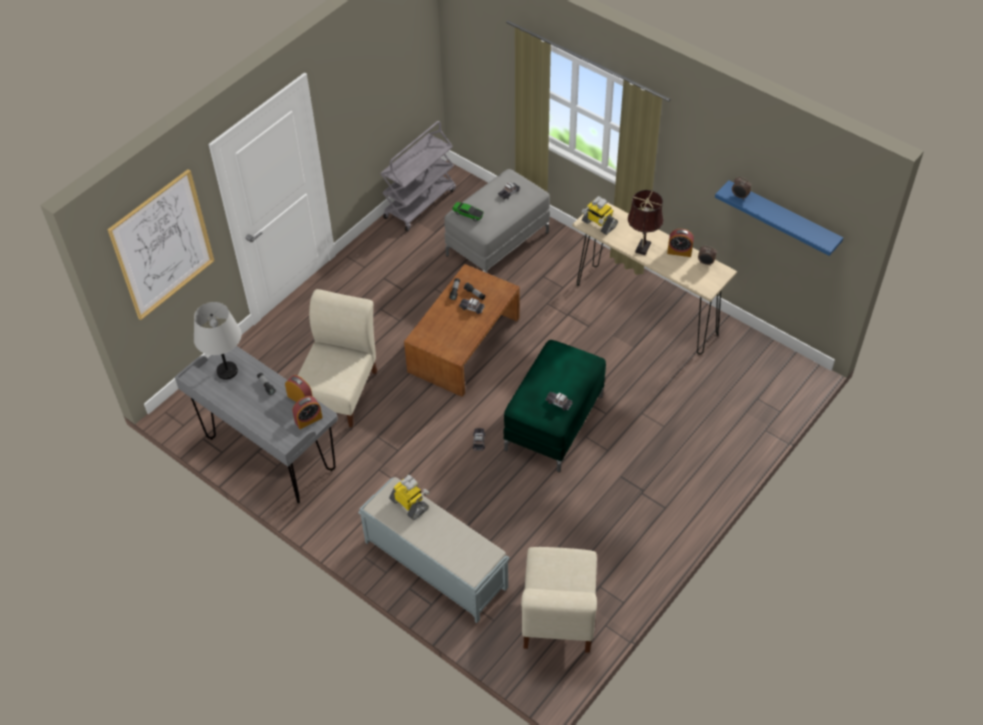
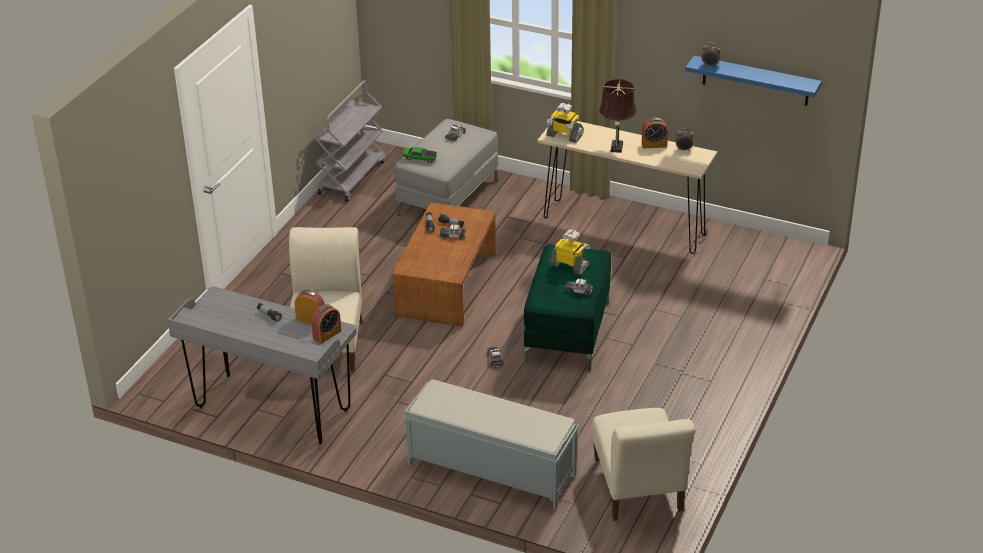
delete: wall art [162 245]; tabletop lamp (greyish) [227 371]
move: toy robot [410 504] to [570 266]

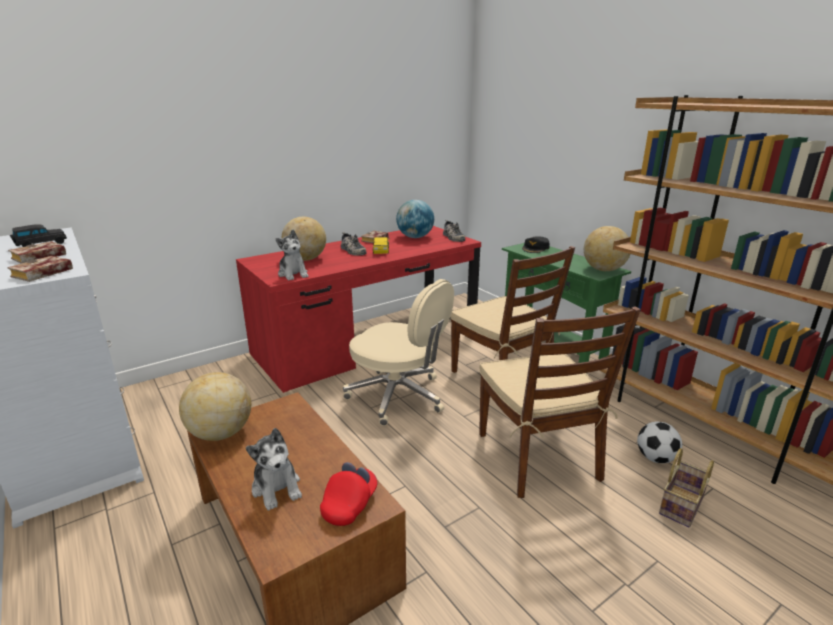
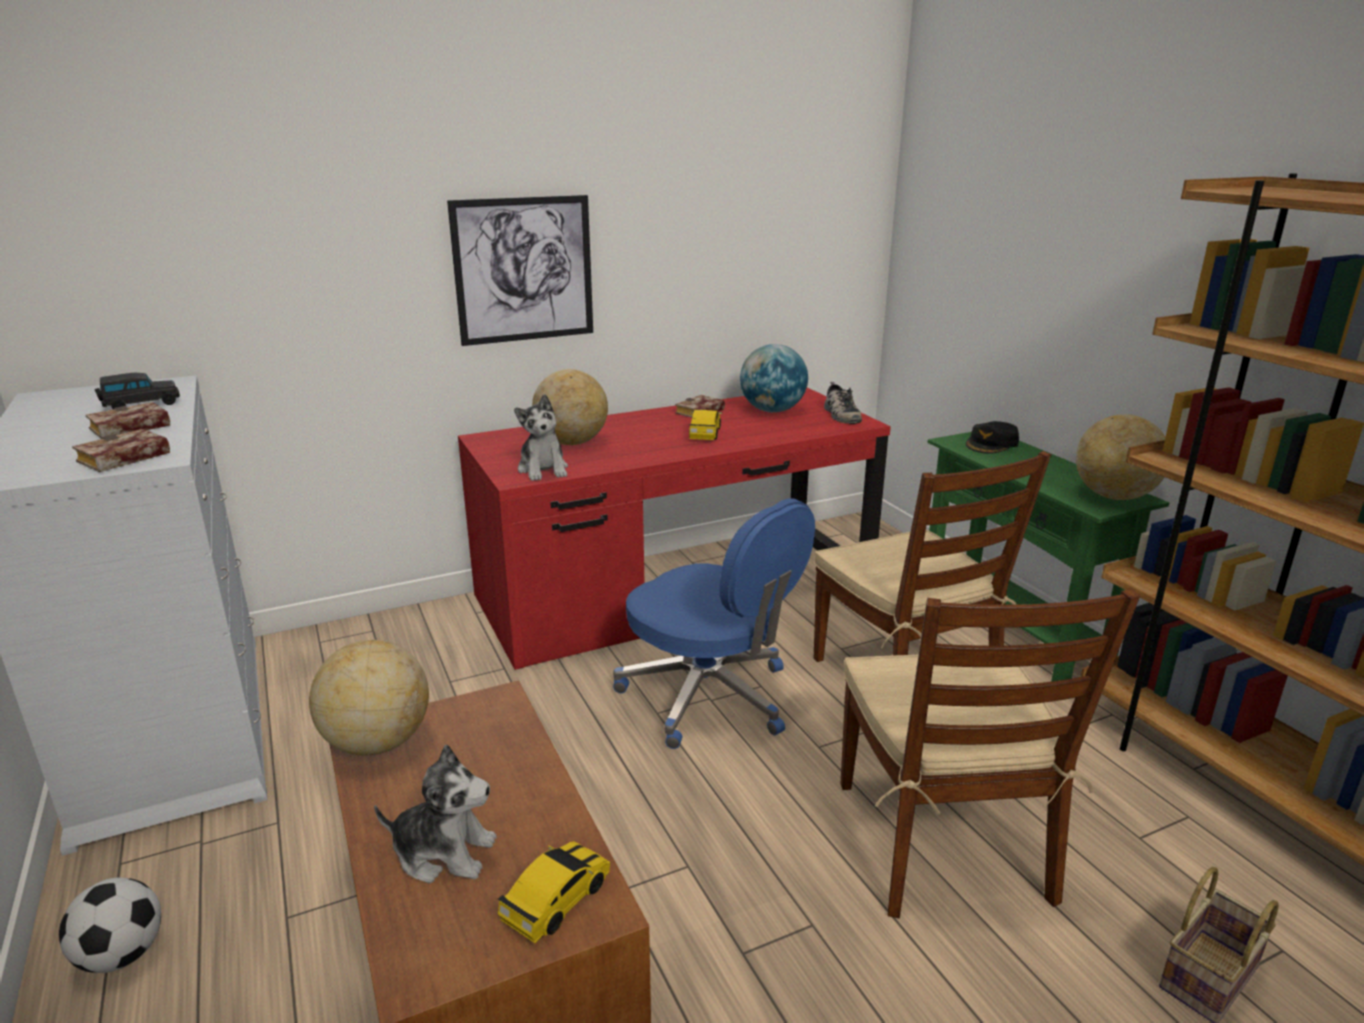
delete: item of footwear [352 251]
insert: wall art [524 270]
move: football ball [655 458] to [121 956]
replace: baseball cap (red) [350 504] to miniature car [557 900]
recolor: office chair (beige) [399 396] to office chair (blue-coloured) [710 697]
rotate: cuddly toy [277 487] = [444 852] 60 degrees counterclockwise

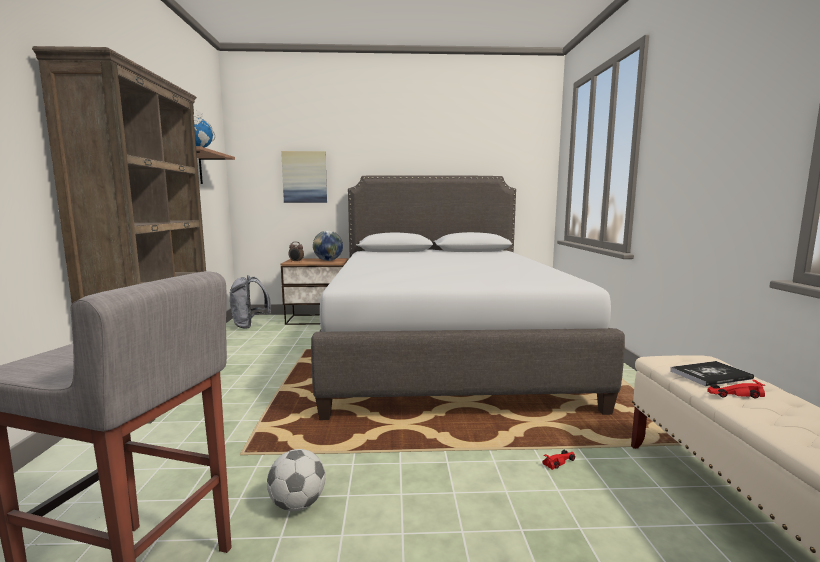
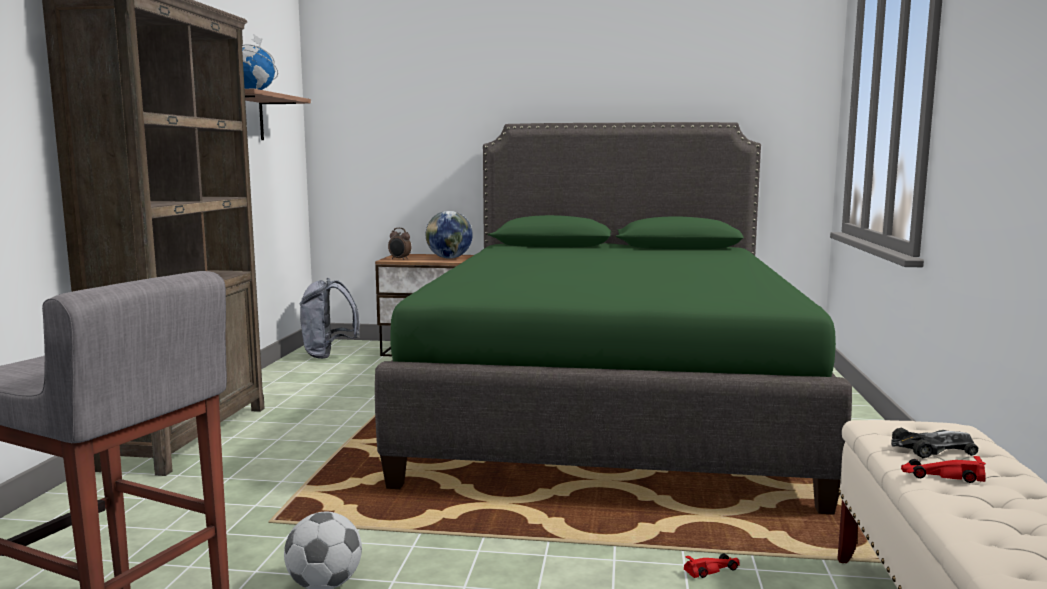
delete: wall art [304 177]
replace: book [710 375] to miniature car [934 449]
recolor: bed (greyish) [442 349] to bed (greenish) [608 404]

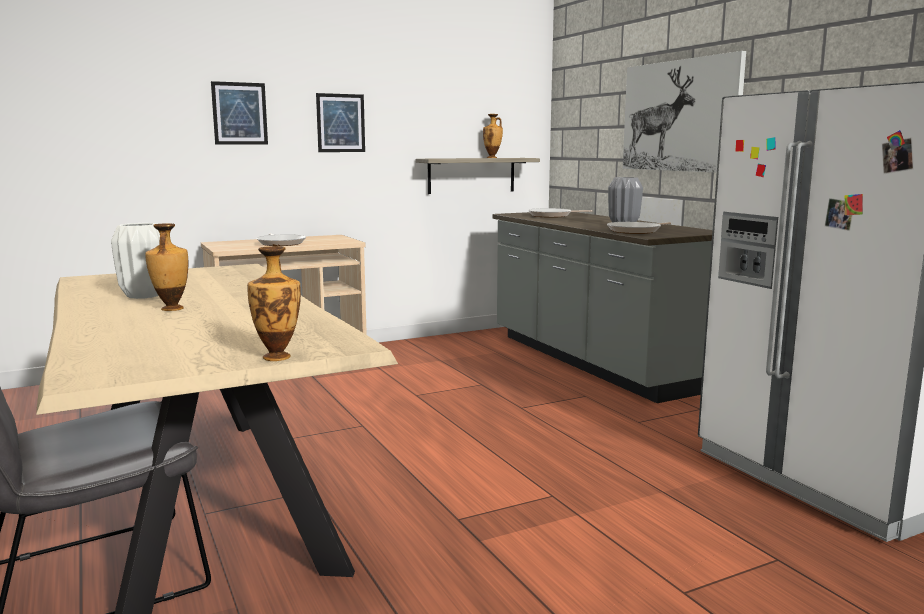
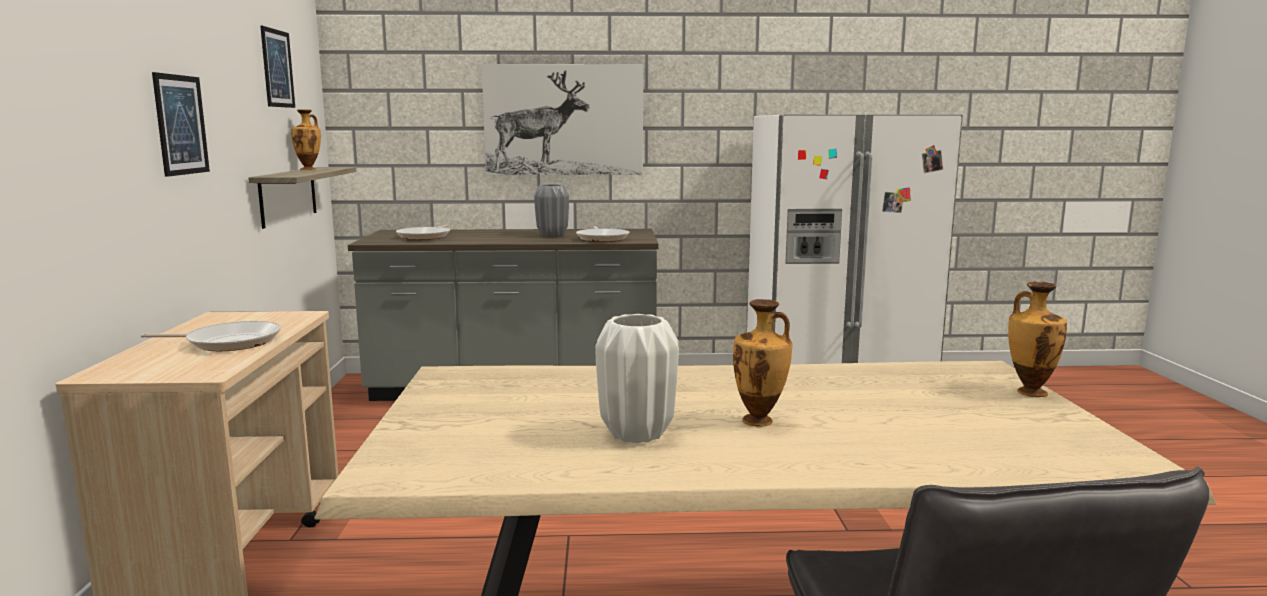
move: wall art [239 113] to [277 68]

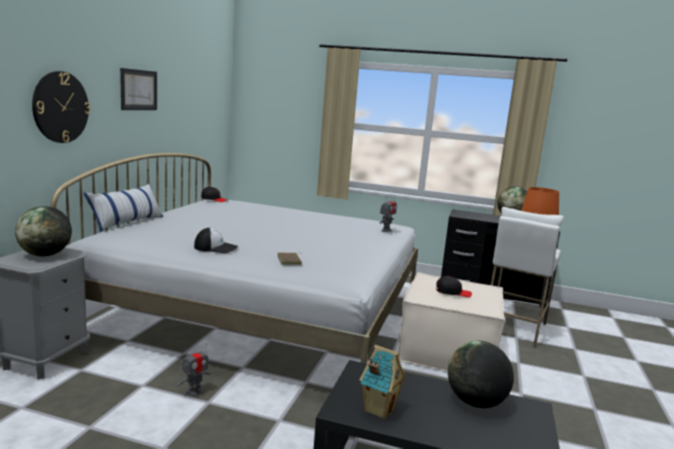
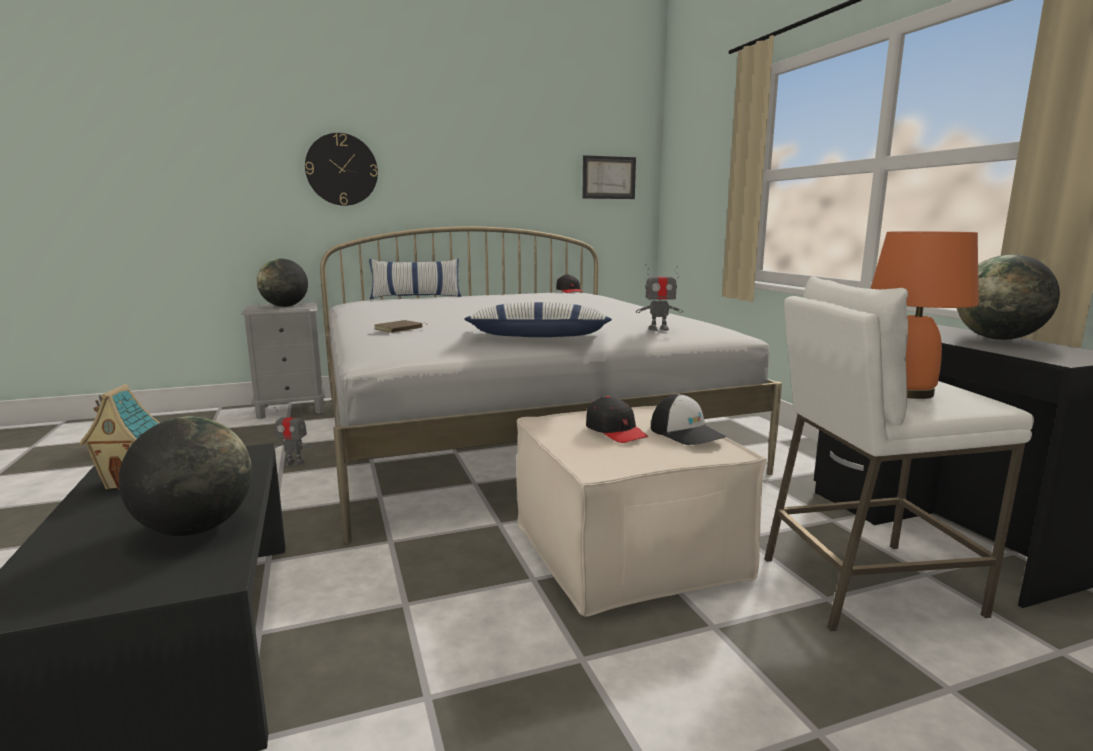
insert: throw pillow [538 337]
move: wall art [138 90] to [608 177]; baseball cap [216 248] to [687 433]

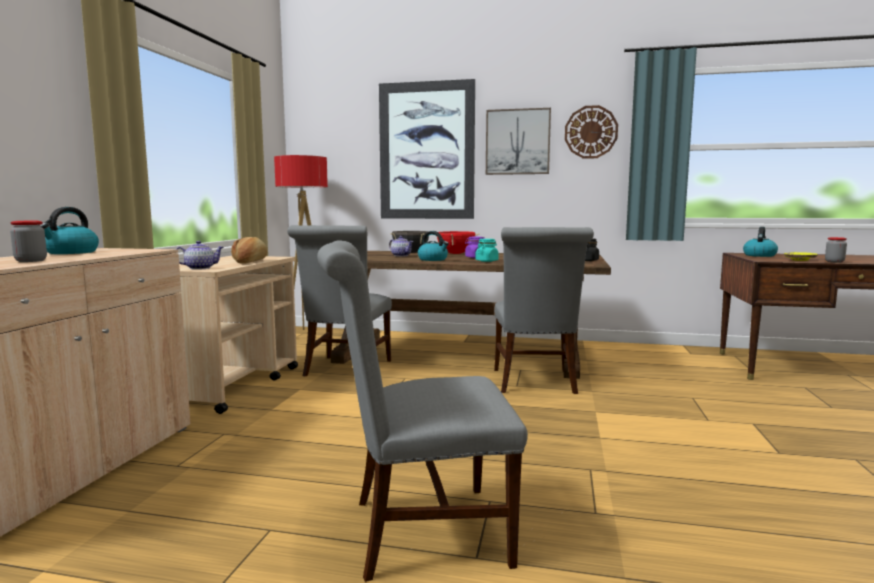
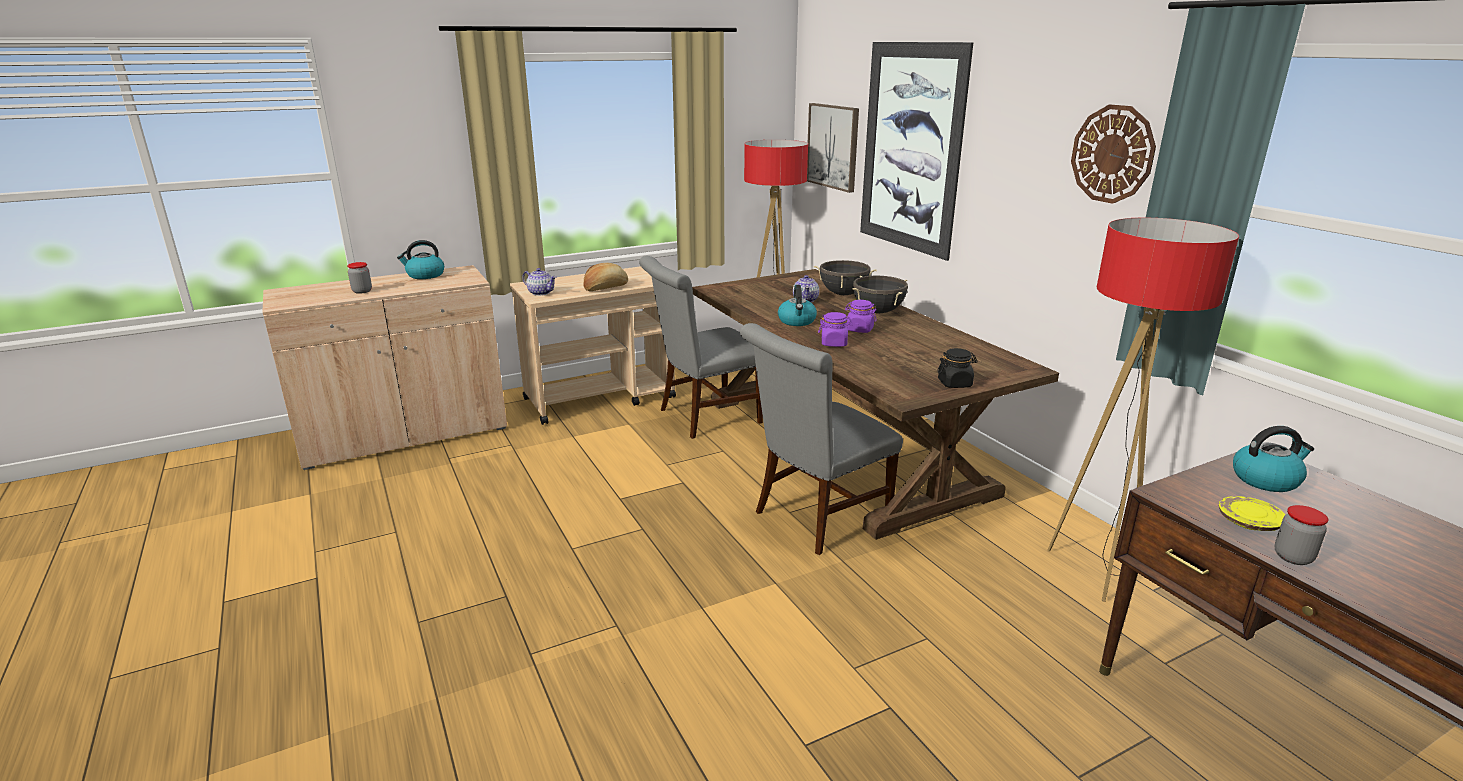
delete: plain chair (greyish) [418 532]
insert: standard lamp [1096 571]
move: wall art [517 142] to [833 146]
recolor: saucepot (red) [455 254] to saucepot (blackish) [878 312]; preserve jar (turquoise-coloured) [486 261] to preserve jar (purplish) [834 343]

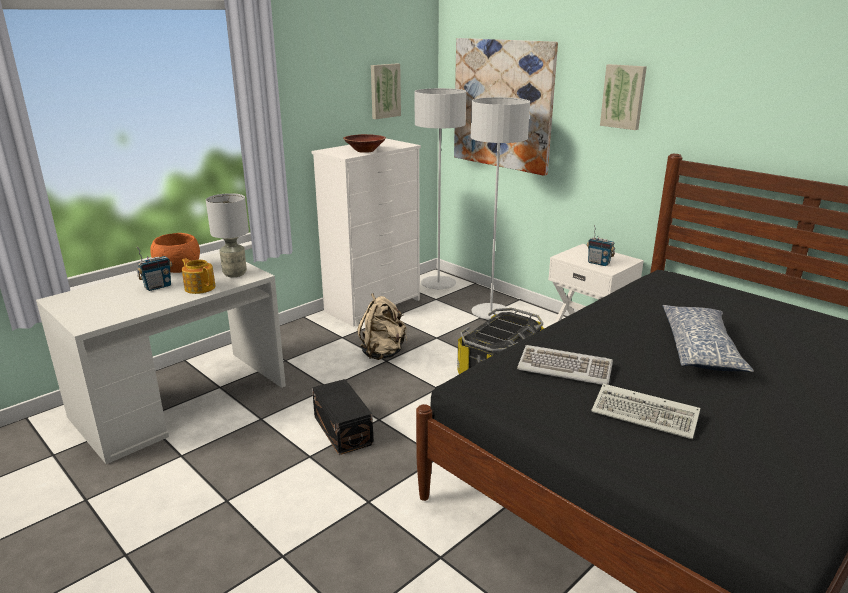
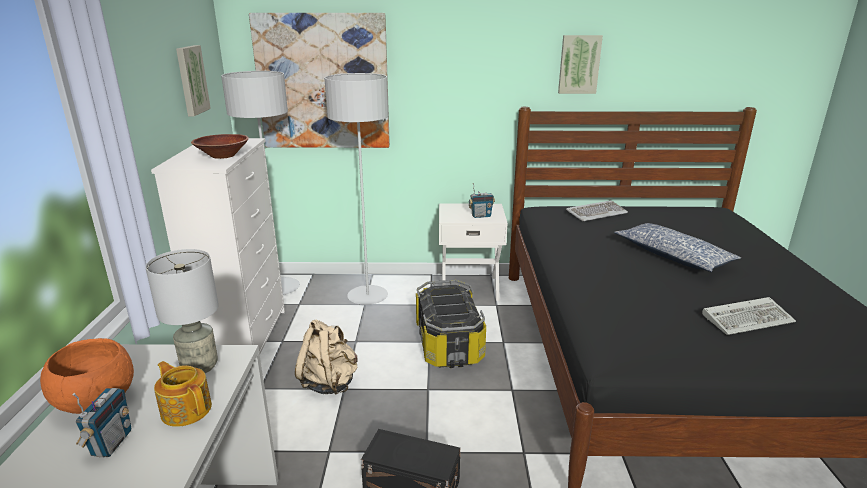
move: PC keyboard [565 368] to [596 213]; wall art [623 96] to [579 64]
rotate: teapot [200 287] = [186 409] 45 degrees clockwise

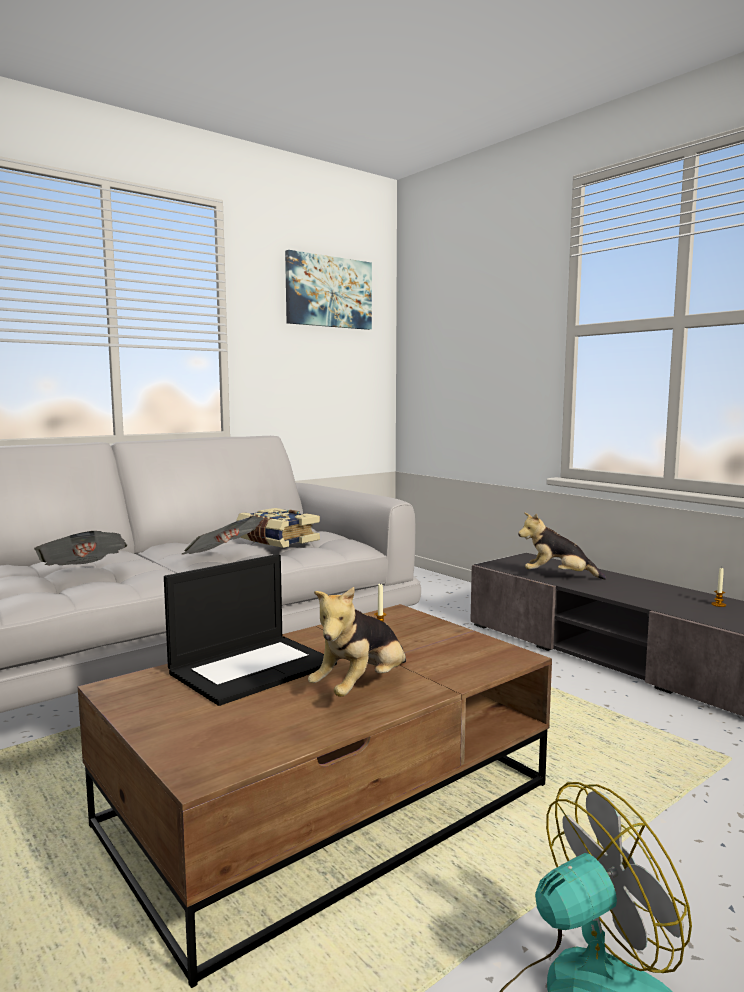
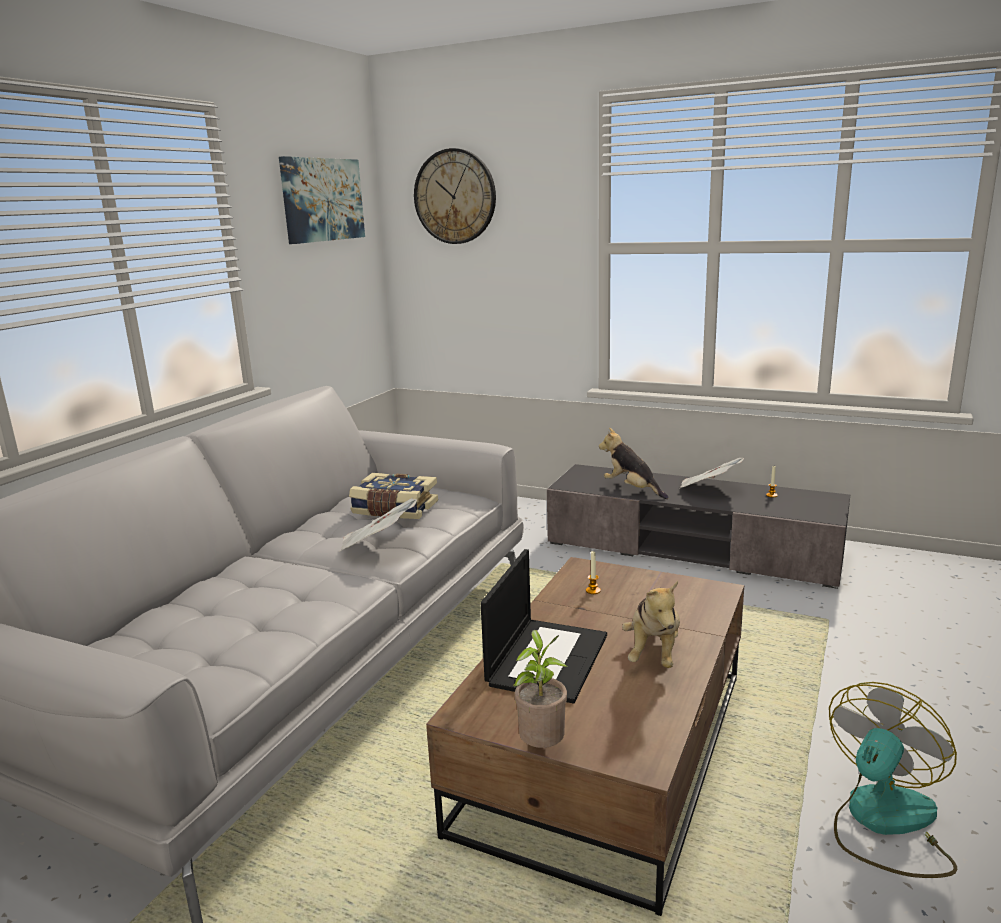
insert: wall clock [455 196]; potted plant [542 747]
move: daily paper [83 573] to [708 489]
rotate: cuddly toy [558 577] = [632 489] 60 degrees clockwise

